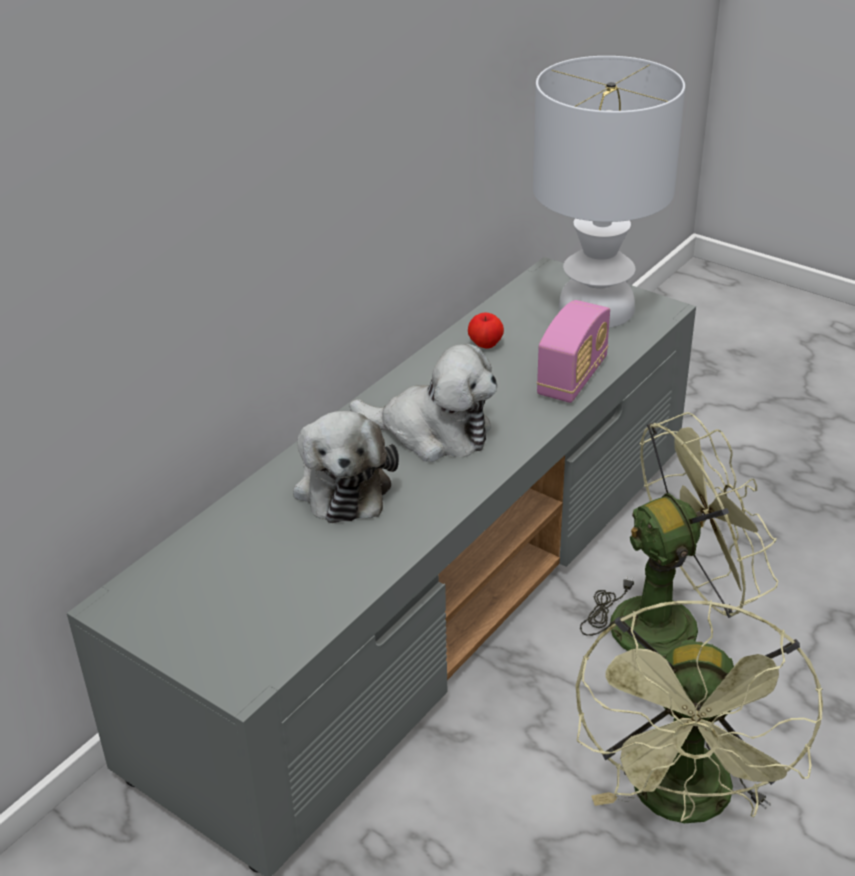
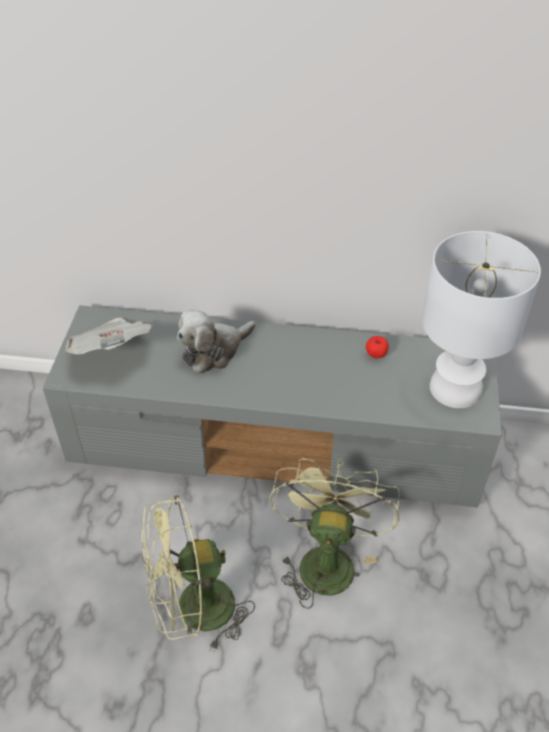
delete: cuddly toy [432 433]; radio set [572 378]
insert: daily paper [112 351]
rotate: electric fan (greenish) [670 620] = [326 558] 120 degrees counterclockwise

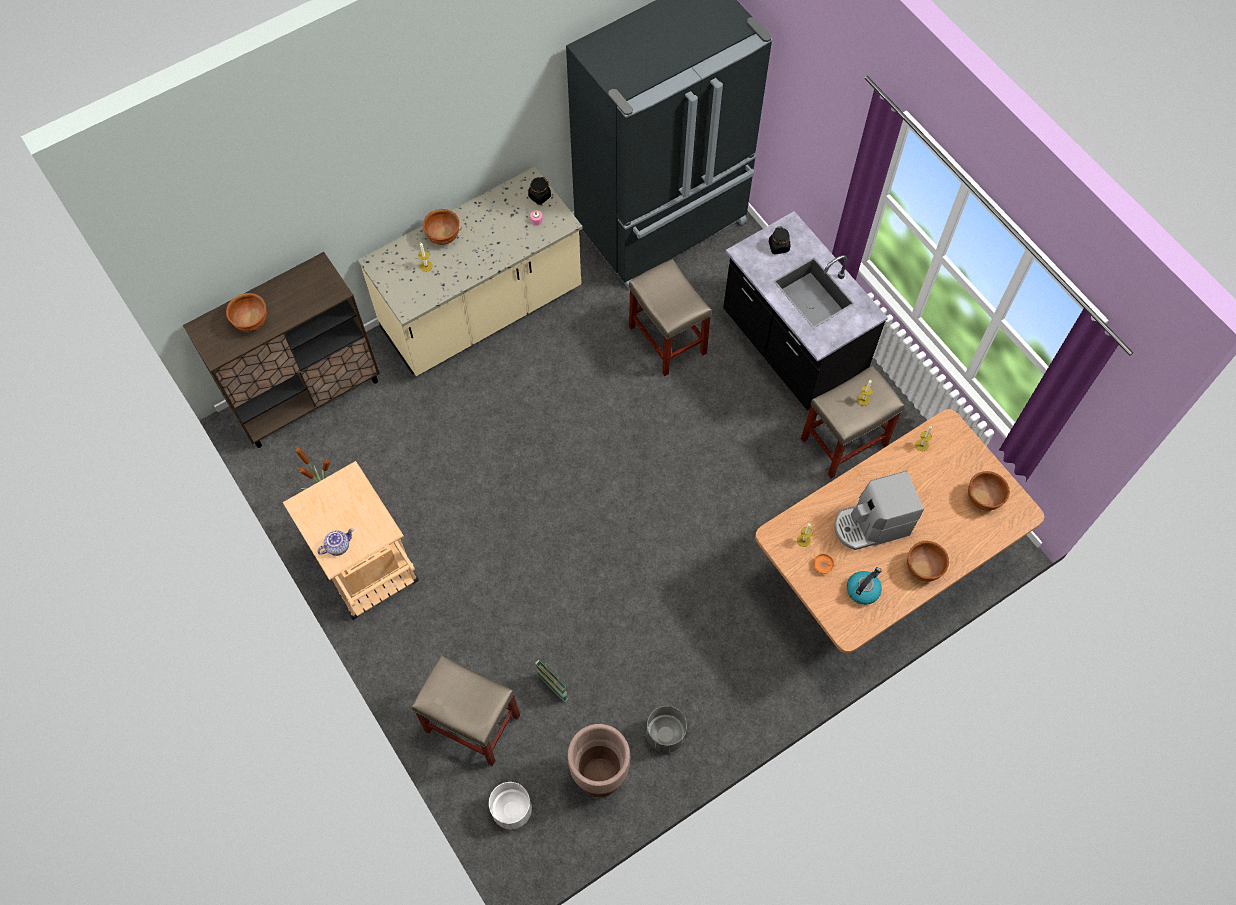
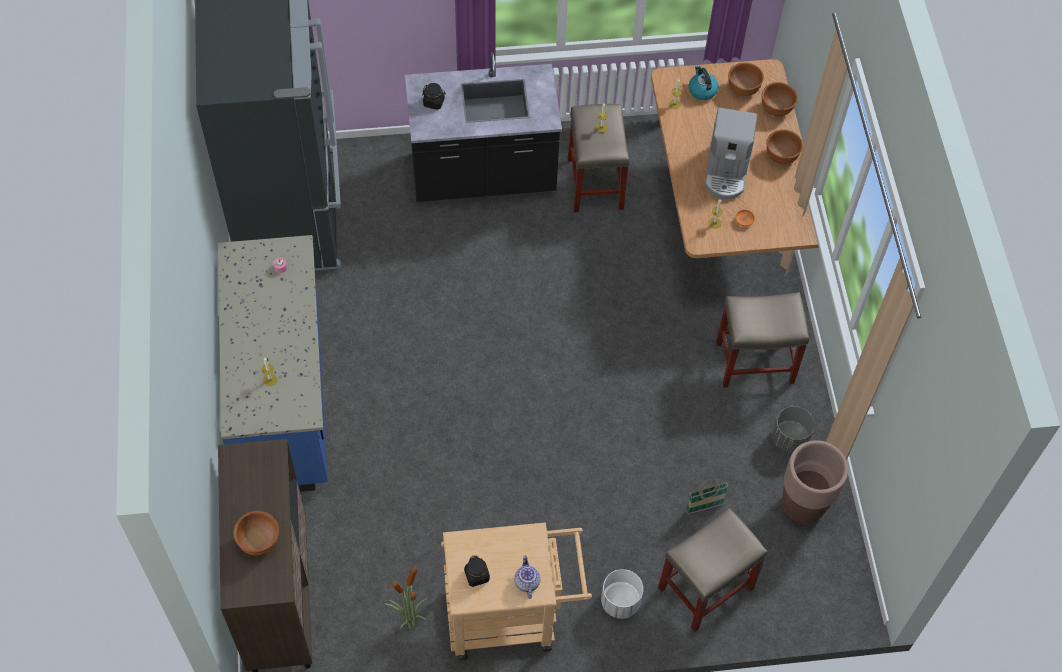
move: bowl (brown-coloured) [443 237] to [776 109]; plant pot (whitish) [511 809] to [620 602]; preserve jar (blackish) [539 196] to [477 575]; stool (beige) [666 339] to [753 362]; water kettle [863 589] to [702 90]
recolor: kitchen base unit (beige) [482 311] to kitchen base unit (blue-coloured) [284 399]

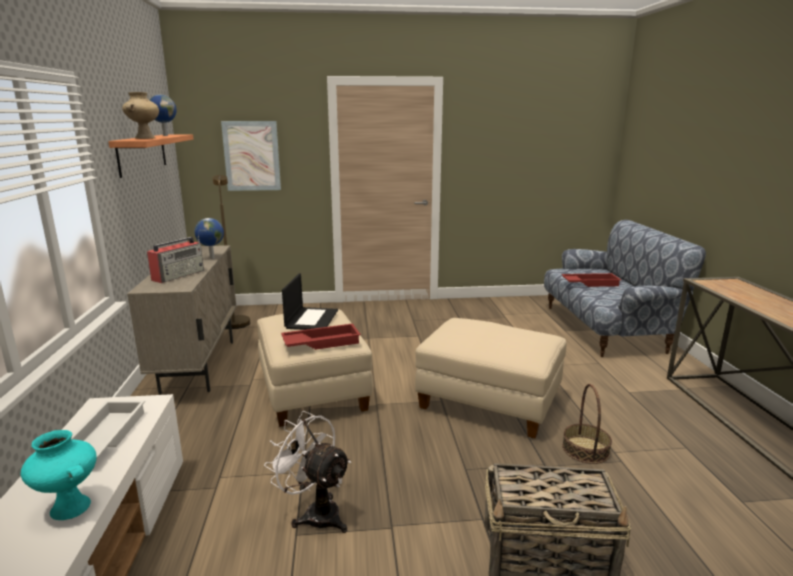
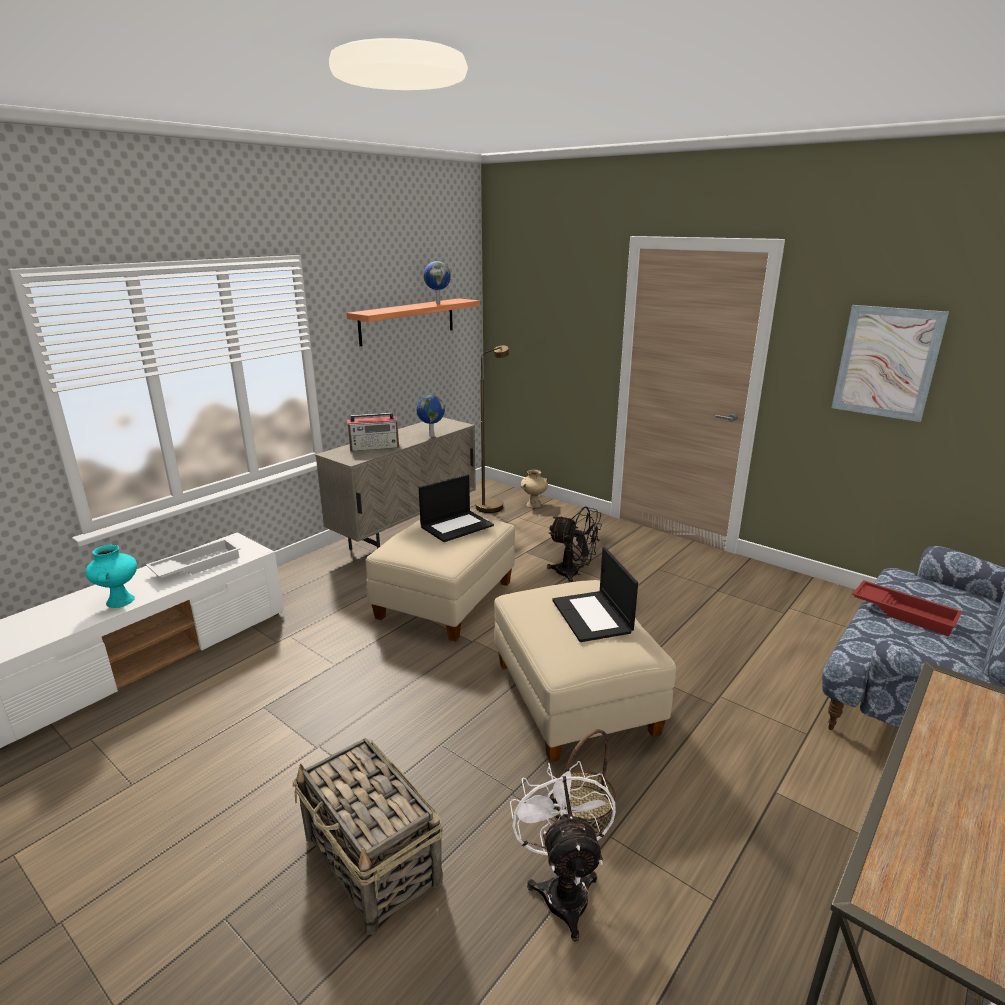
delete: tray (red) [321 342]
insert: electric fan (blackish) [573 573]; portable computer [592 616]
move: flower vase (beige) [145 138] to [534 504]; wall art [251 156] to [886 362]; electric fan (whitish) [315 513] to [563 888]

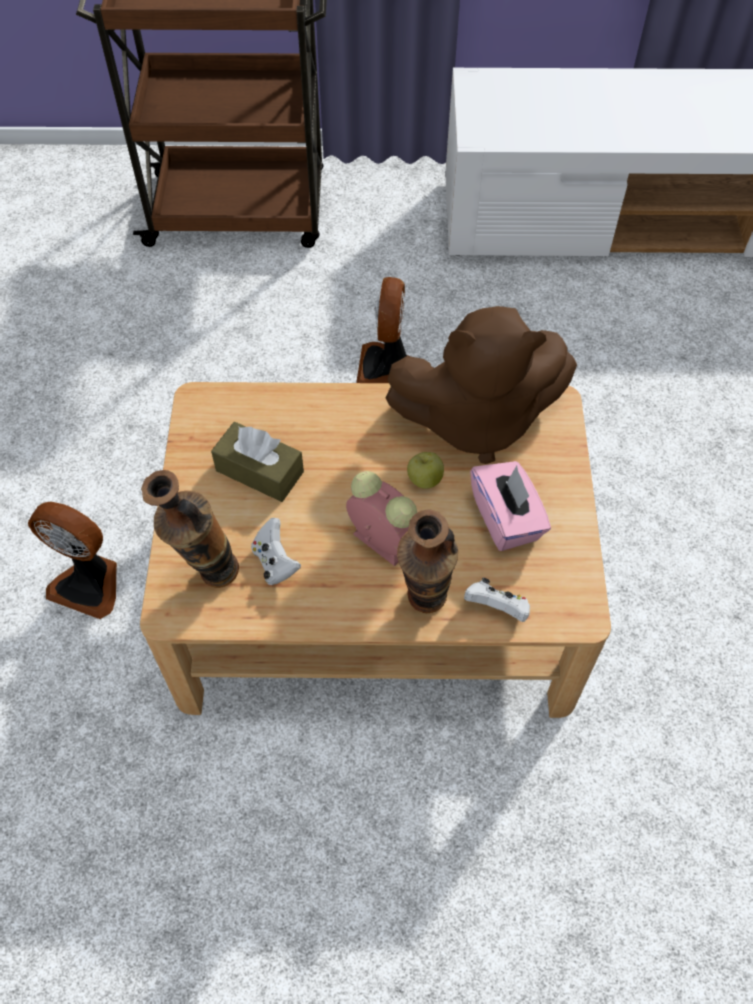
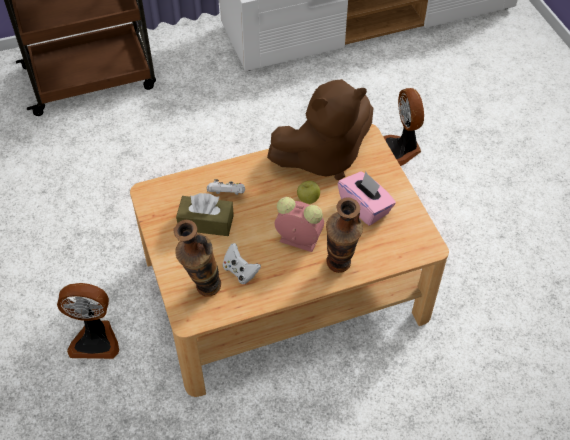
move: electric fan [385 367] to [401 149]; game controller (whitish) [497 608] to [227 194]

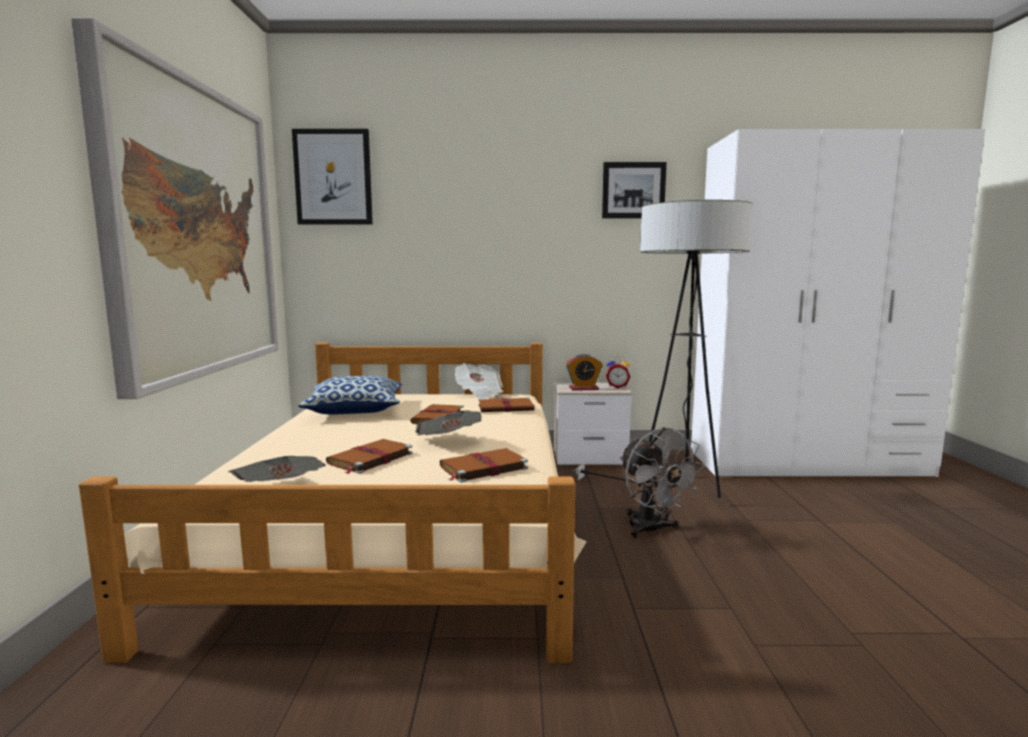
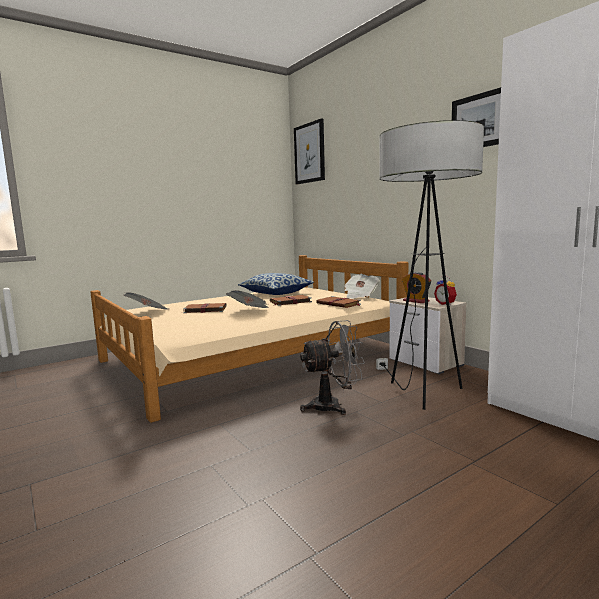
delete: wall art [195 230]; book (brown-coloured) [482 468]
rotate: electric fan (greyish) [652 530] = [333 406] 135 degrees counterclockwise

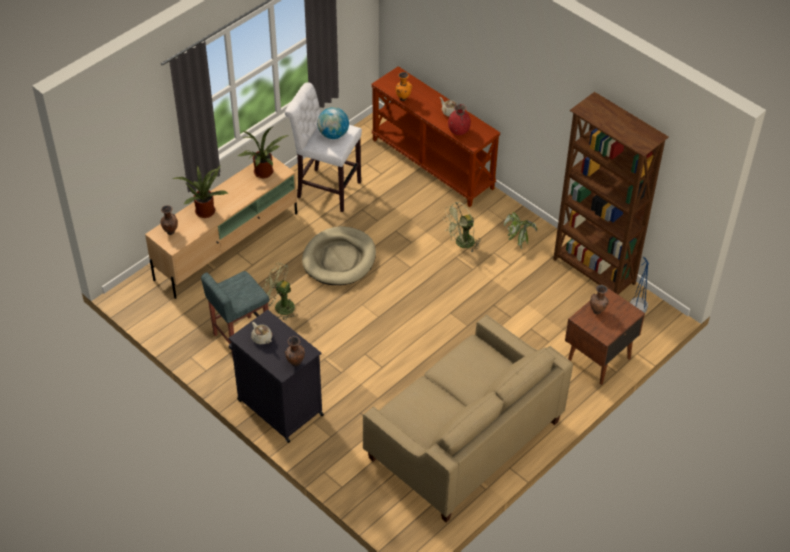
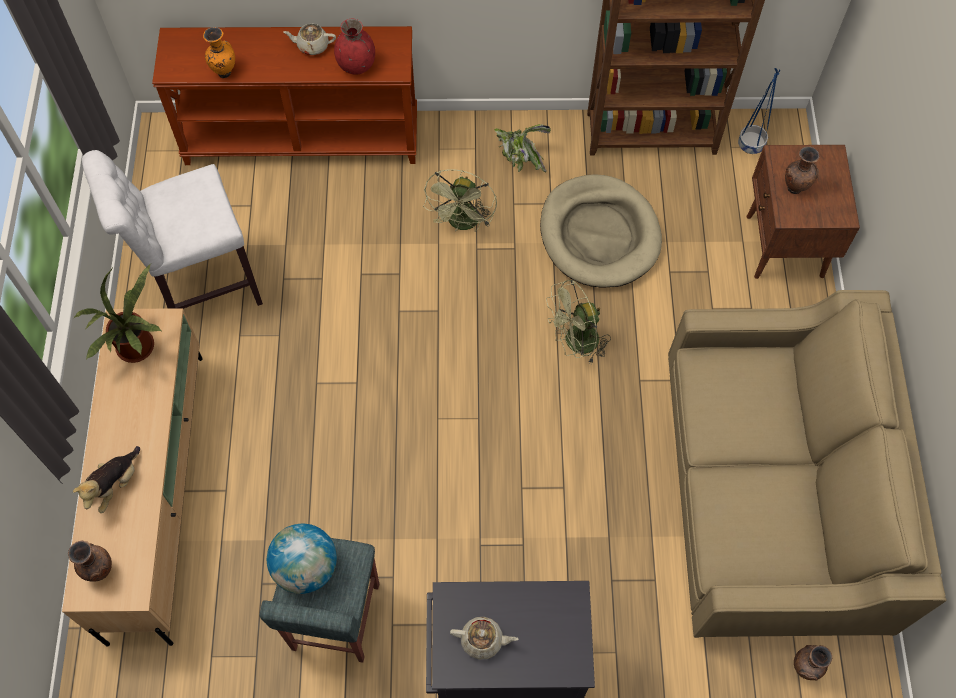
move: electric fan (greenish) [280 306] to [575 343]; flower vase (brown-coloured) [295 363] to [804 669]; pet bed (beige) [339 259] to [599 234]; desk globe [333 134] to [306 568]
replace: potted plant [205 210] to cuddly toy [115 485]

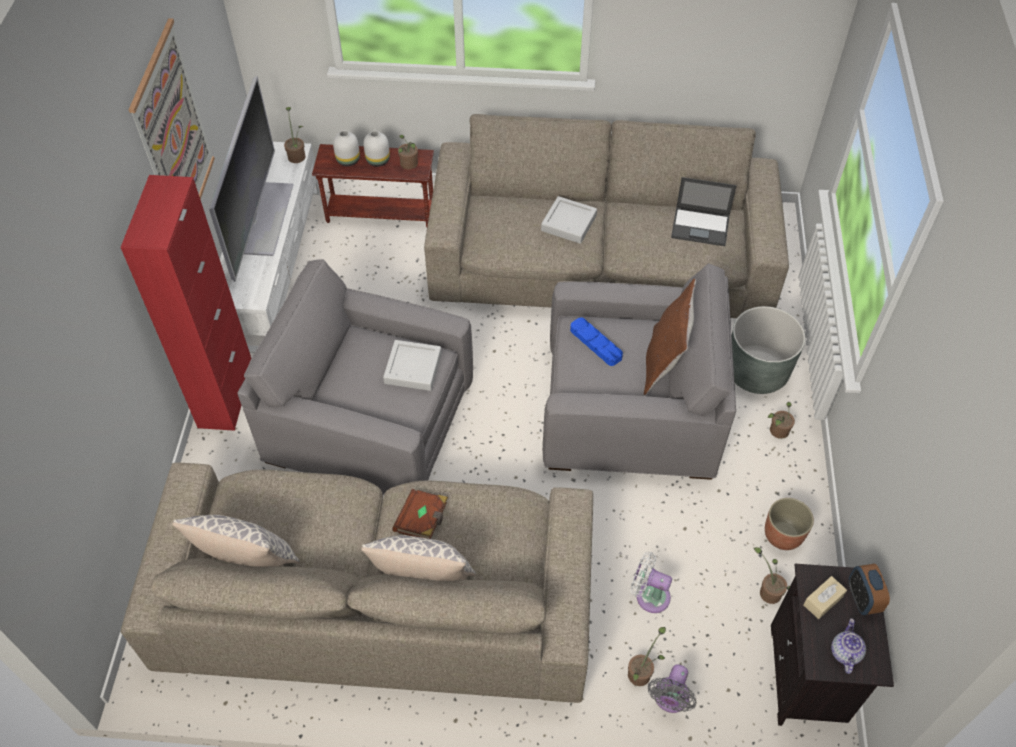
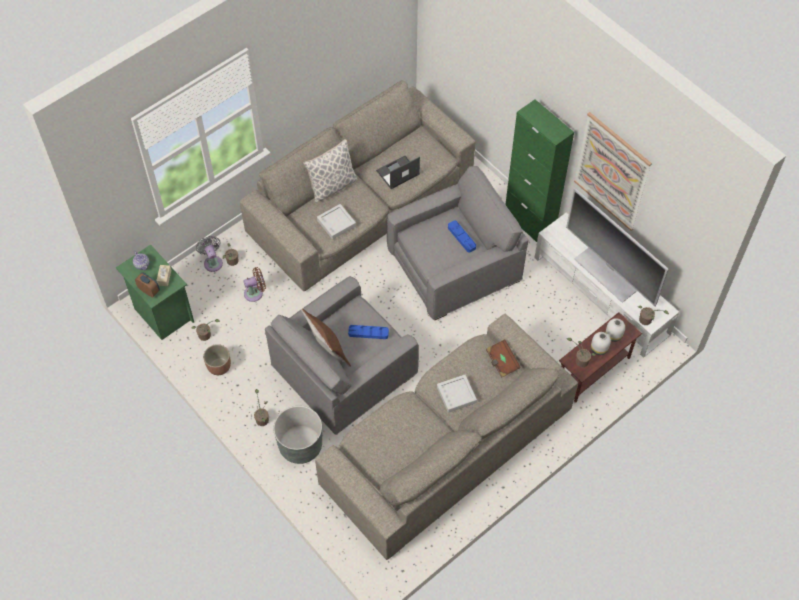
delete: throw pillow [248 561]
insert: tray (blue-coloured) [461 237]
move: tray (greyish) [413 368] to [336 223]; book (brown-coloured) [422 520] to [502 362]; portable computer [701 227] to [397 173]
recolor: storage cabinet (red) [226 395] to storage cabinet (greenish) [529 222]; electric fan (whitish) [649 595] to electric fan (brown-coloured) [255 293]; night table (blackish) [809 677] to night table (greenish) [162 314]

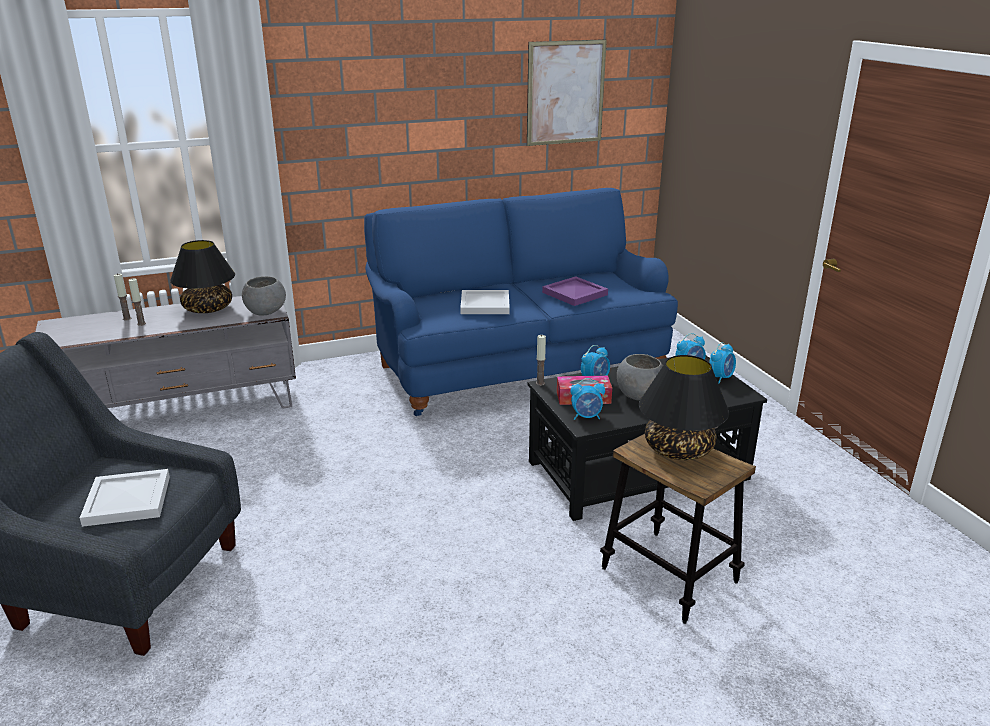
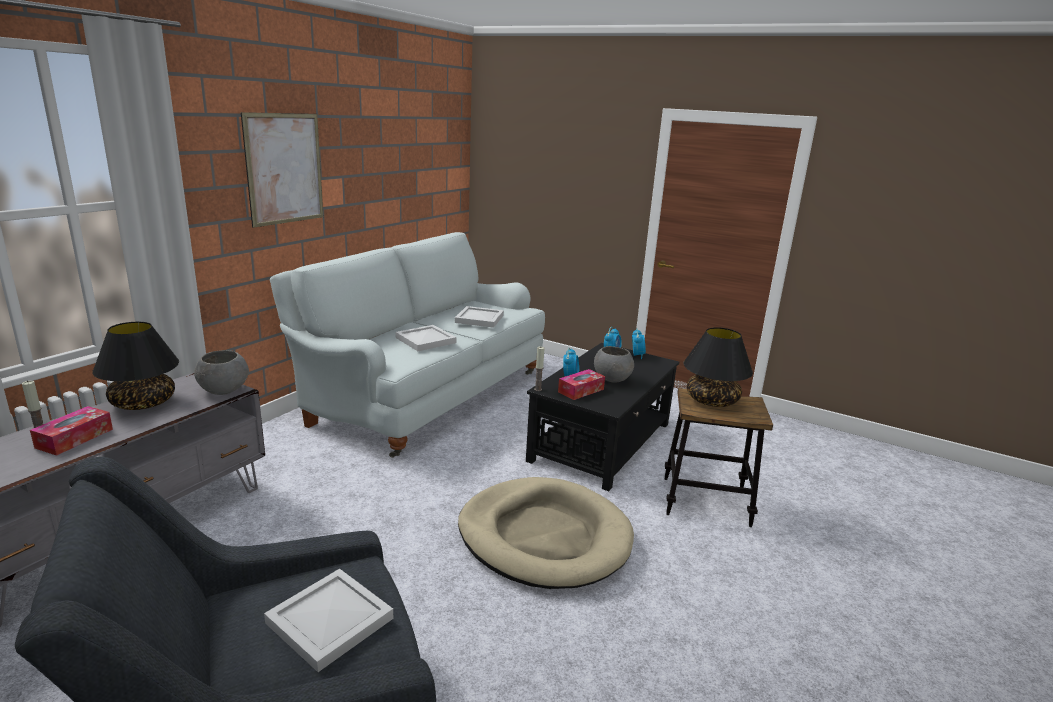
delete: alarm clock [586 417]
insert: pet bed (beige) [544 537]
move: wall art [565 93] to [284 169]
replace: wax light [141 324] to box of tissues [74 438]
recolor: settee (blue-coloured) [516 366] to settee (whitish) [424 395]; tray (purplish) [574 294] to tray (whitish) [480 319]

